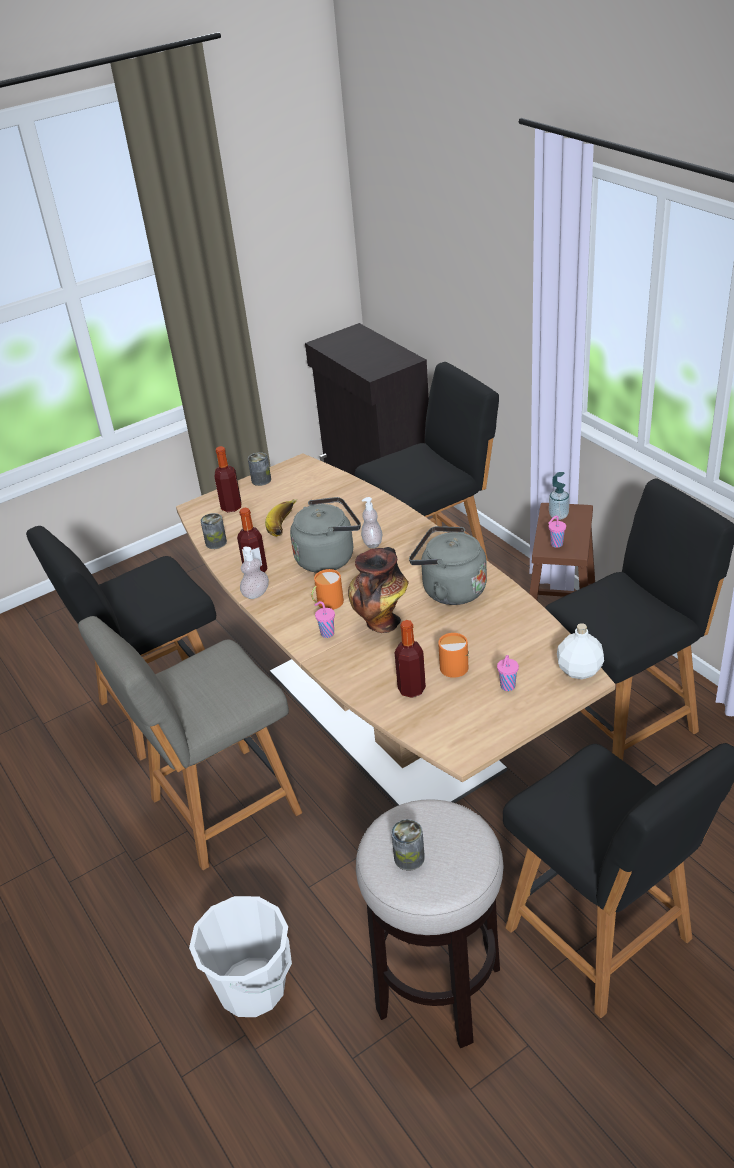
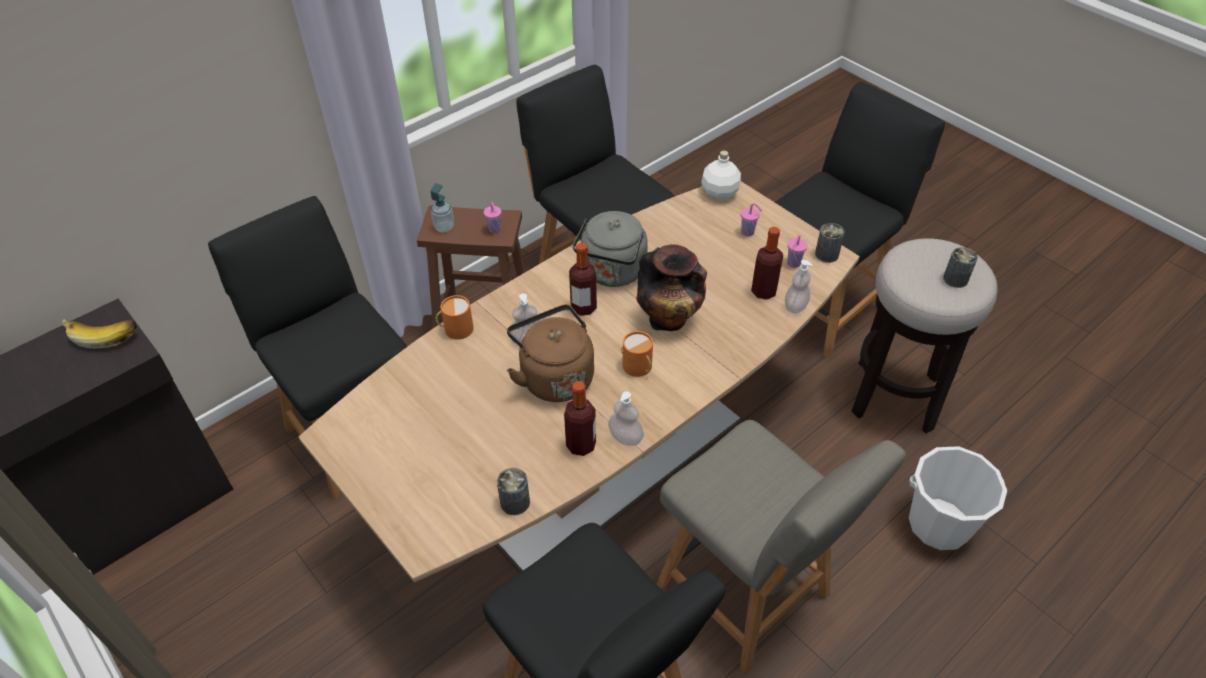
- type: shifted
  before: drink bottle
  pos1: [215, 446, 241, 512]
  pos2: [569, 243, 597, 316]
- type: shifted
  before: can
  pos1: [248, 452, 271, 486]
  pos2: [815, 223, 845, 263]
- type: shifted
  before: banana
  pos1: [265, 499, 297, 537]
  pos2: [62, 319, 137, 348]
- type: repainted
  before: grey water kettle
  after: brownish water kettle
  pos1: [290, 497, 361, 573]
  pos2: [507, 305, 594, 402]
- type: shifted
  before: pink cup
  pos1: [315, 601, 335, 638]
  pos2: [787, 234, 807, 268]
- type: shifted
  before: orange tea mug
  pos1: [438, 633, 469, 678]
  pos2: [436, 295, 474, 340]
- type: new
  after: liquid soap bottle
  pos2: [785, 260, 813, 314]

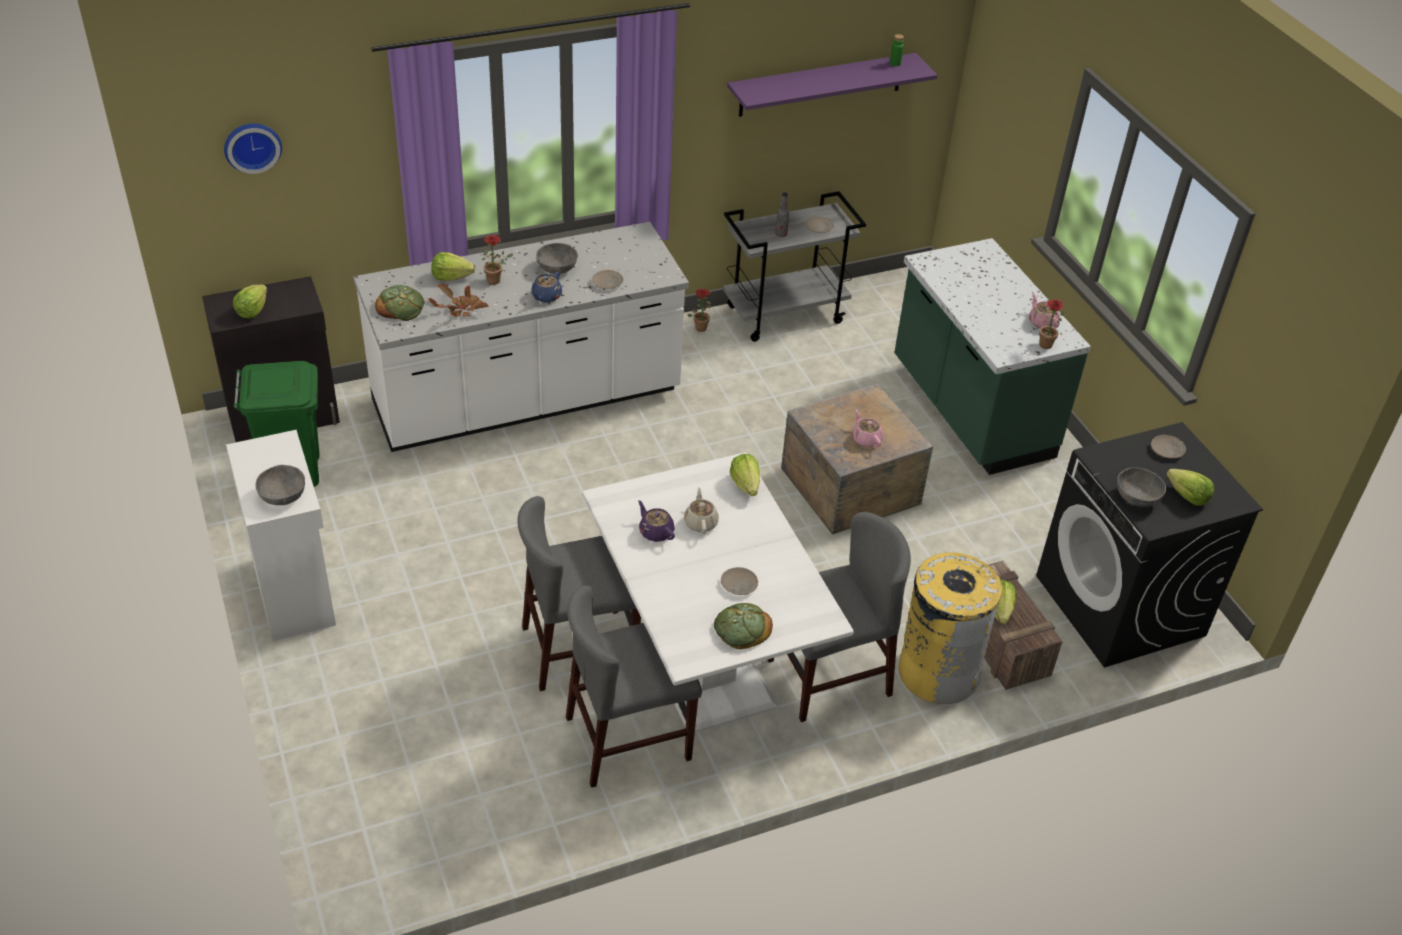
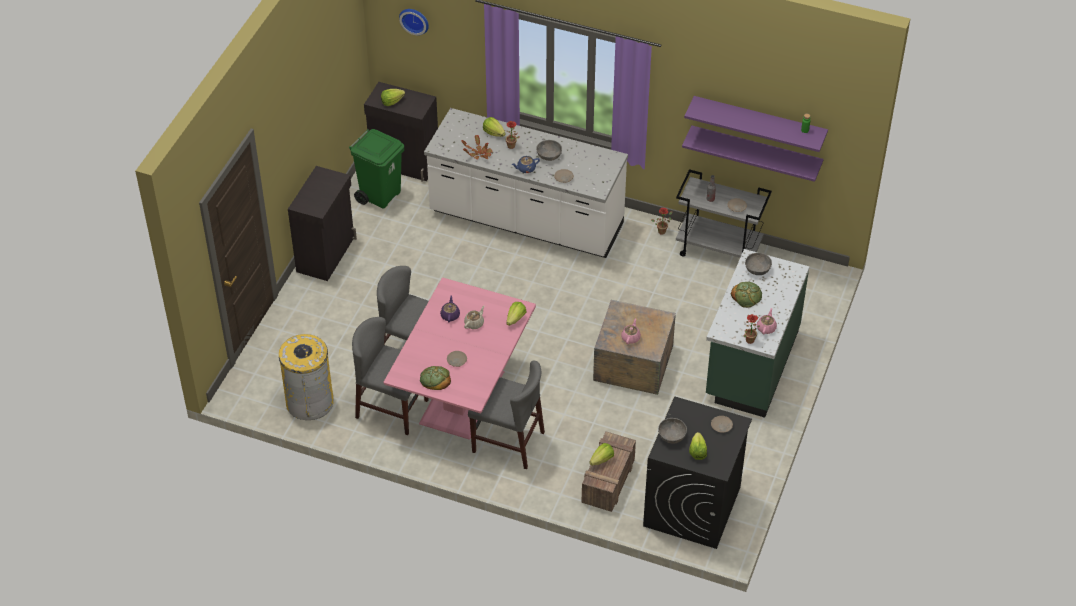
- type: repainted
  before: whitish cabinet
  after: black cabinet
  pos1: [226, 430, 336, 641]
  pos2: [288, 166, 357, 281]
- type: shifted
  before: grey deep dish
  pos1: [255, 465, 305, 505]
  pos2: [745, 253, 772, 275]
- type: shifted
  before: bread
  pos1: [375, 285, 425, 321]
  pos2: [731, 282, 762, 308]
- type: repainted
  before: whitish dinner table
  after: pink dinner table
  pos1: [583, 452, 854, 732]
  pos2: [384, 277, 536, 440]
- type: shifted
  before: yellowish waste bin
  pos1: [899, 553, 1002, 704]
  pos2: [279, 334, 334, 420]
- type: new
  after: purple shelf
  pos2: [682, 125, 824, 182]

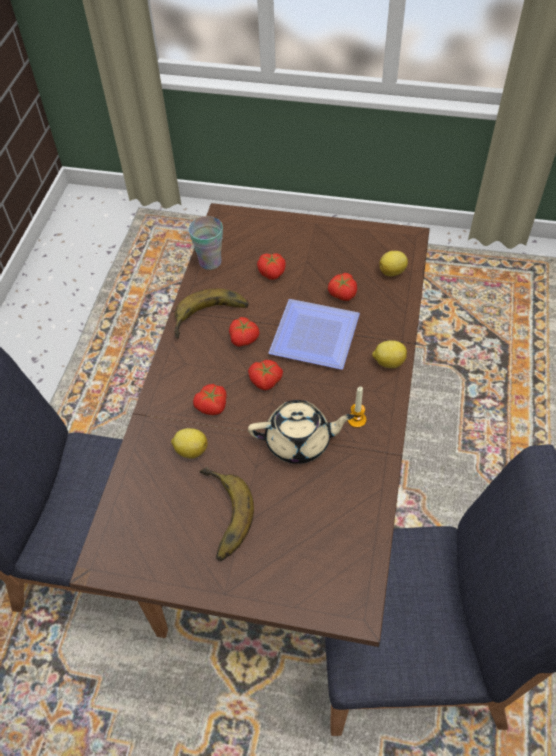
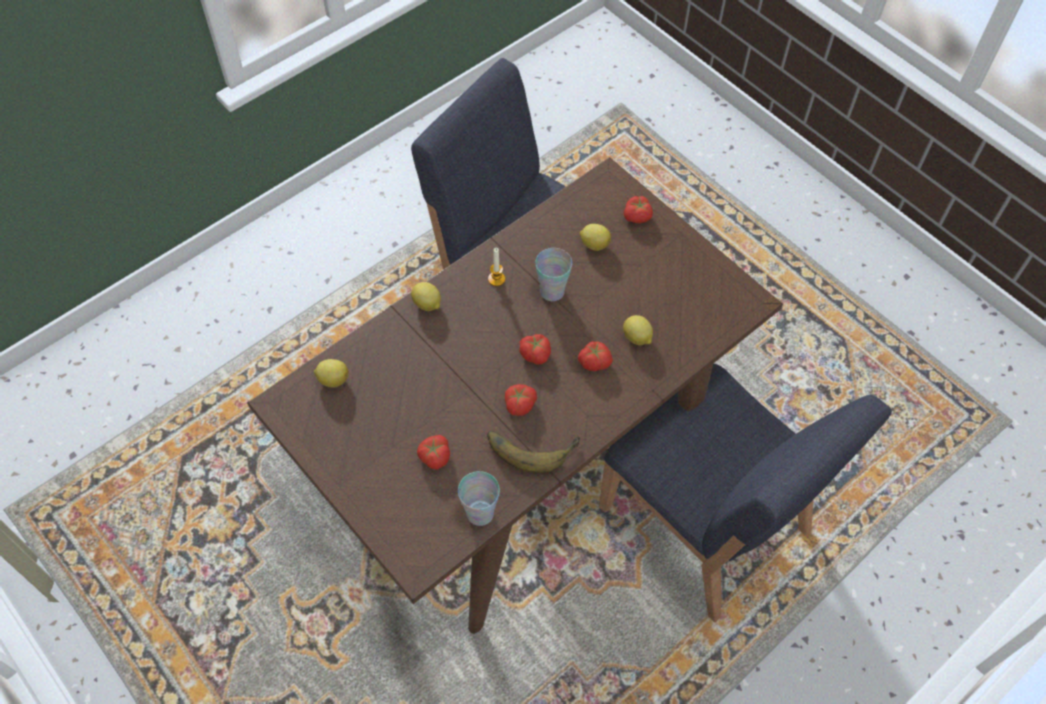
- type: gone
  before: banana
  pos1: [200, 467, 254, 561]
- type: swapped
  before: sand-coloured tea pot
  after: cup
  pos1: [248, 400, 355, 464]
  pos2: [535, 248, 572, 301]
- type: gone
  before: dinner plate
  pos1: [269, 299, 360, 370]
- type: shifted
  before: tomato
  pos1: [328, 273, 357, 301]
  pos2: [623, 196, 653, 223]
- type: new
  after: citrus fruit
  pos2: [580, 224, 611, 251]

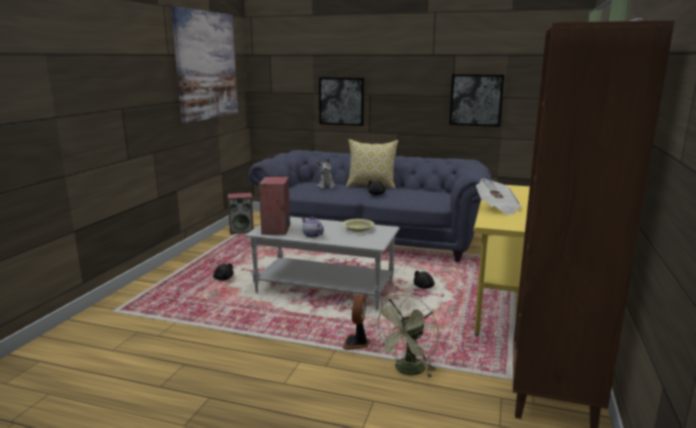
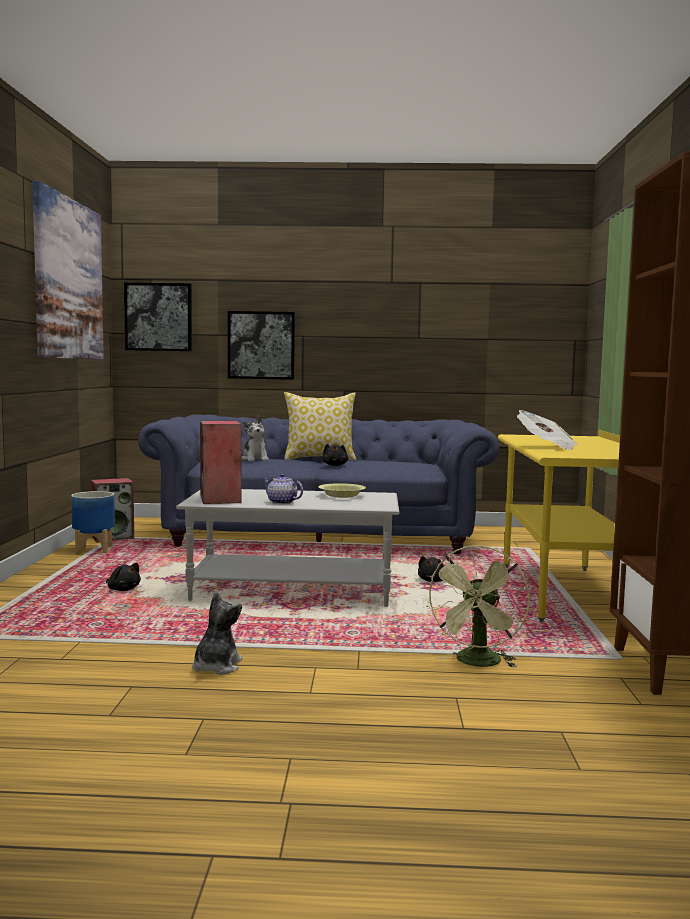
- type: gone
  before: electric fan
  pos1: [342, 295, 370, 350]
- type: shifted
  before: wall art
  pos1: [449, 74, 504, 127]
  pos2: [124, 283, 192, 351]
- type: new
  after: flower pot
  pos2: [71, 491, 115, 555]
- type: new
  after: cuddly toy
  pos2: [192, 592, 242, 675]

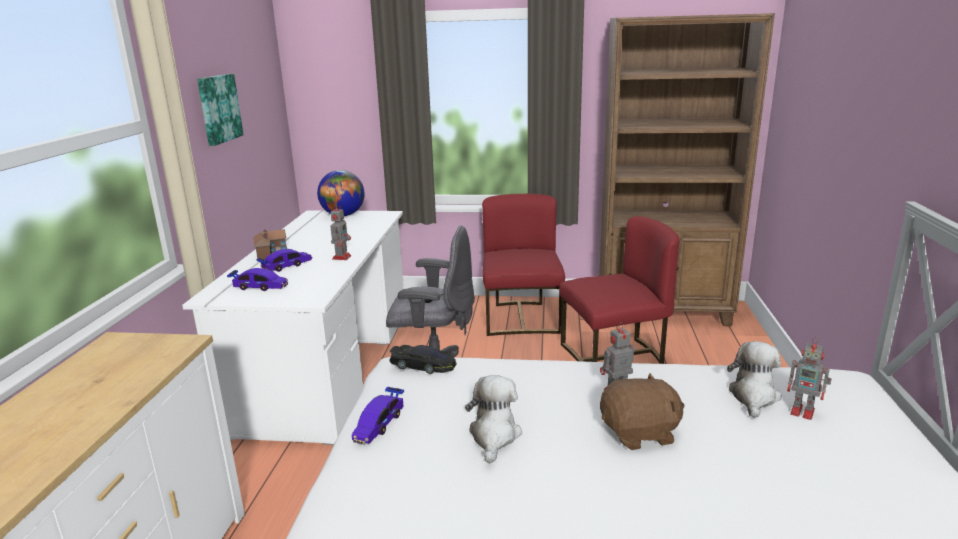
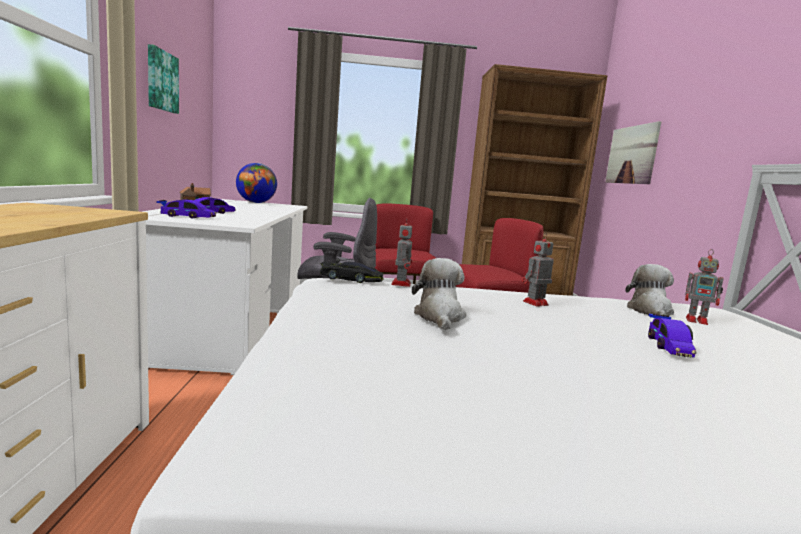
- type: shifted
  before: robot figure
  pos1: [330, 204, 351, 260]
  pos2: [391, 220, 412, 287]
- type: shifted
  before: toy car
  pos1: [352, 387, 404, 444]
  pos2: [648, 314, 697, 358]
- type: gone
  before: brownish cuddly toy
  pos1: [600, 373, 685, 450]
- type: new
  after: wall art
  pos2: [605, 121, 661, 184]

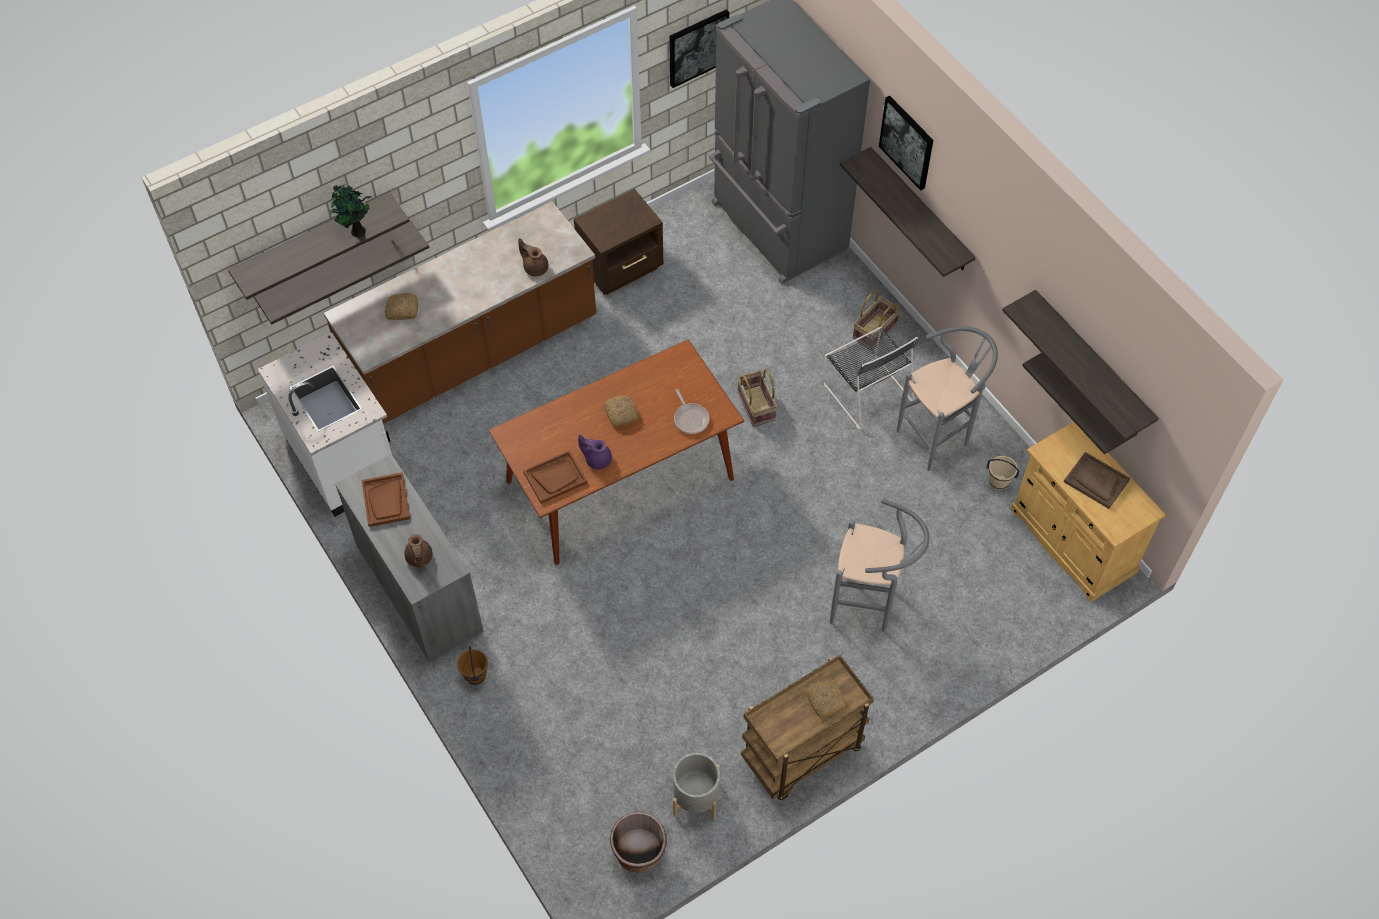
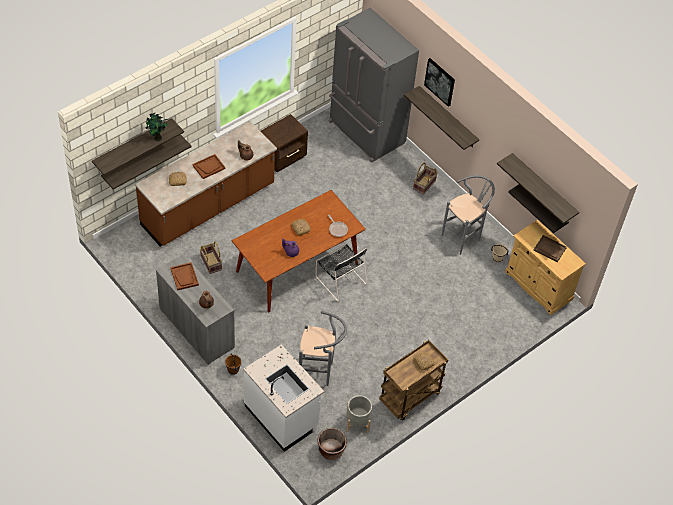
- type: shifted
  before: whitish kitchen counter
  pos1: [258, 332, 392, 517]
  pos2: [243, 344, 324, 452]
- type: shifted
  before: brownish carrying tray
  pos1: [523, 450, 587, 504]
  pos2: [193, 154, 226, 179]
- type: gone
  before: wall art
  pos1: [669, 9, 729, 88]
- type: shifted
  before: storage basket
  pos1: [737, 369, 777, 427]
  pos2: [200, 242, 222, 274]
- type: shifted
  before: black chair
  pos1: [823, 327, 918, 430]
  pos2: [316, 244, 367, 301]
- type: shifted
  before: grey stool
  pos1: [830, 499, 930, 632]
  pos2: [299, 311, 347, 386]

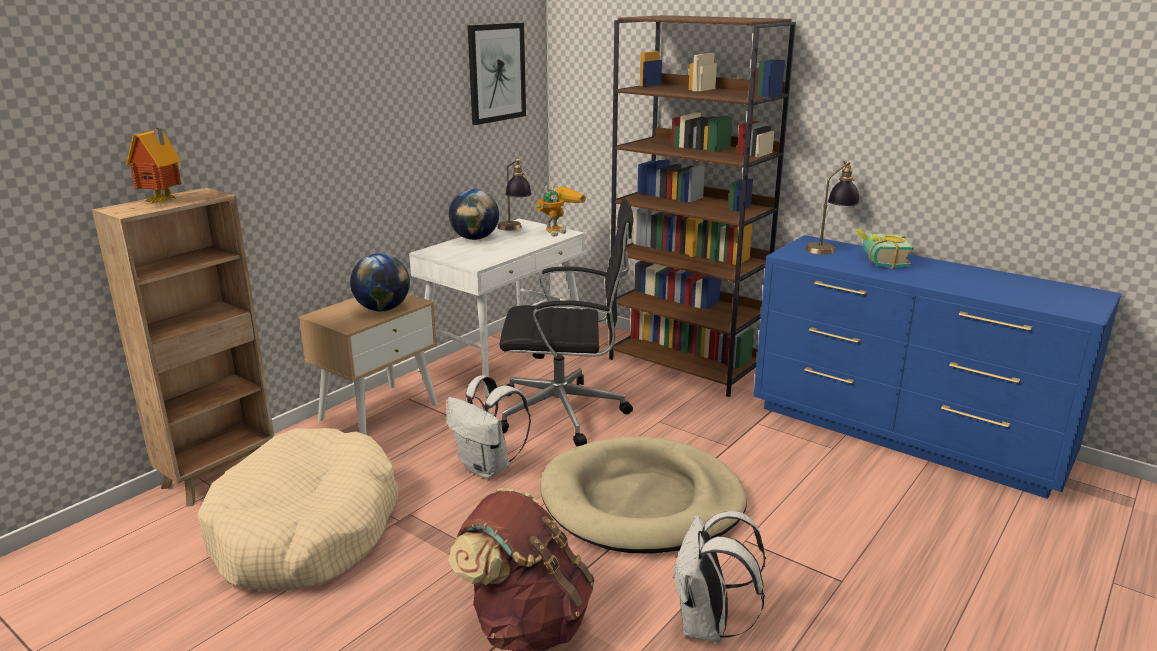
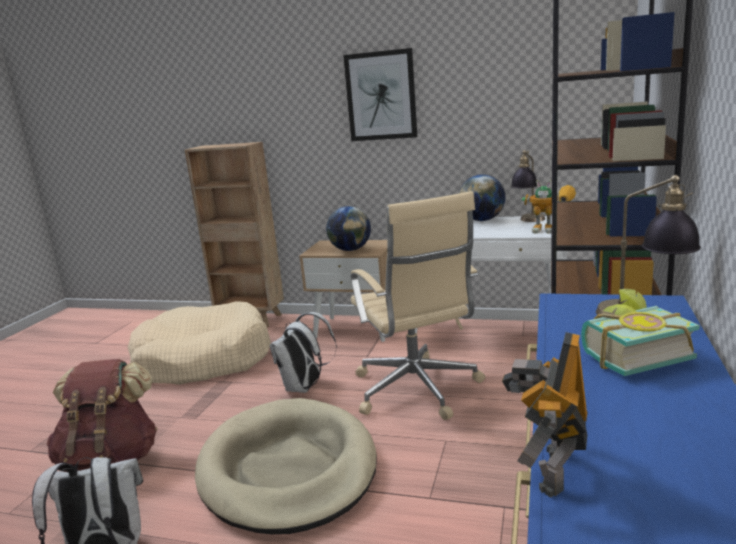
- type: gone
  before: model house
  pos1: [126, 128, 181, 203]
- type: shifted
  before: wall art
  pos1: [468, 23, 526, 125]
  pos2: [343, 48, 417, 141]
- type: repainted
  before: black desk chair
  after: sand-coloured desk chair
  pos1: [499, 199, 633, 447]
  pos2: [351, 191, 485, 420]
- type: new
  after: robot figure
  pos2: [502, 332, 588, 498]

